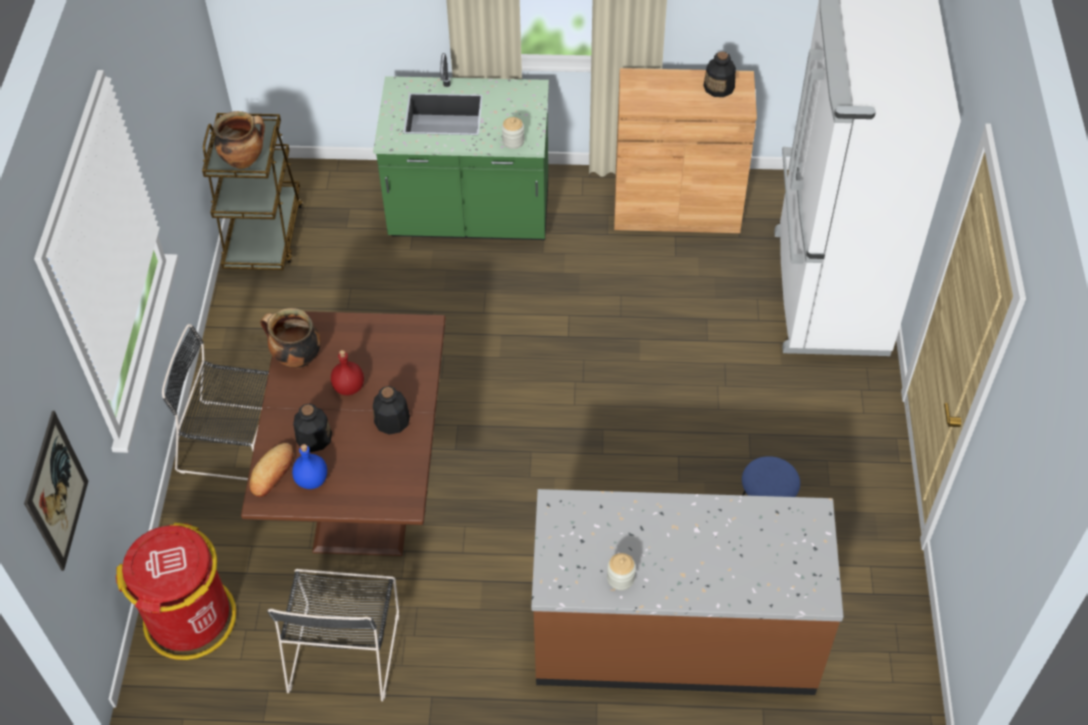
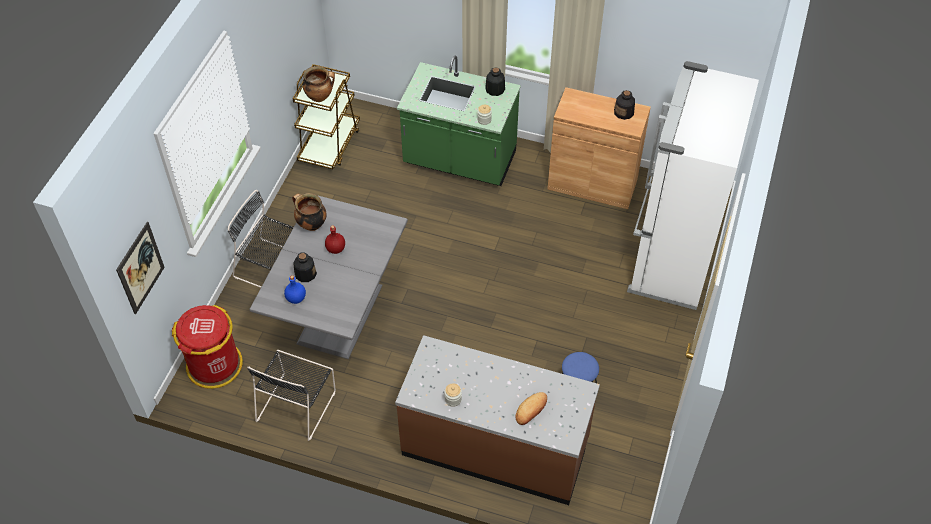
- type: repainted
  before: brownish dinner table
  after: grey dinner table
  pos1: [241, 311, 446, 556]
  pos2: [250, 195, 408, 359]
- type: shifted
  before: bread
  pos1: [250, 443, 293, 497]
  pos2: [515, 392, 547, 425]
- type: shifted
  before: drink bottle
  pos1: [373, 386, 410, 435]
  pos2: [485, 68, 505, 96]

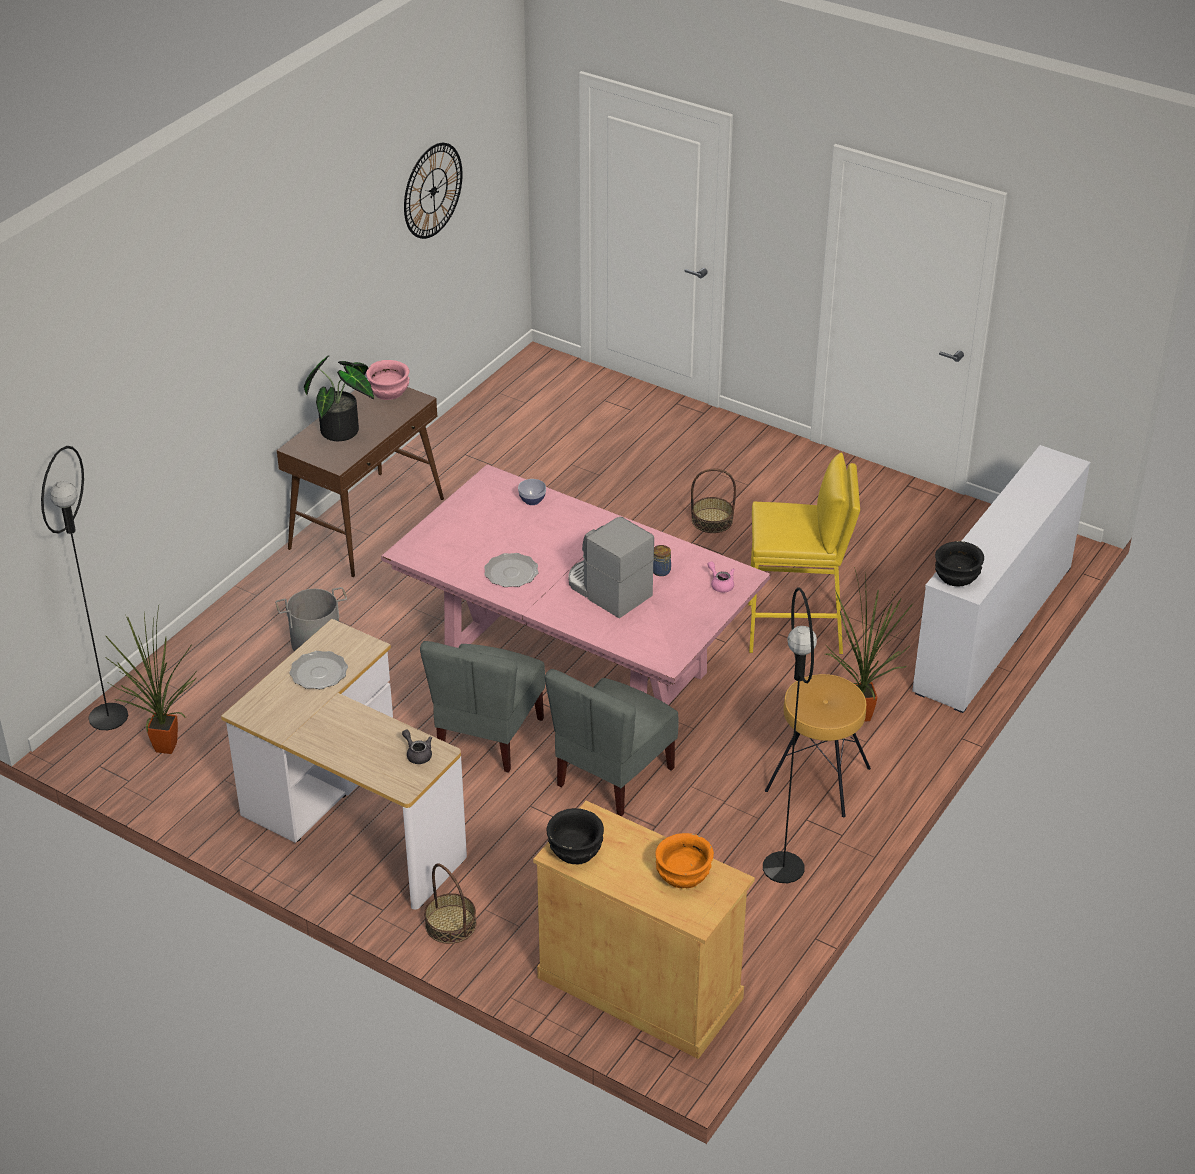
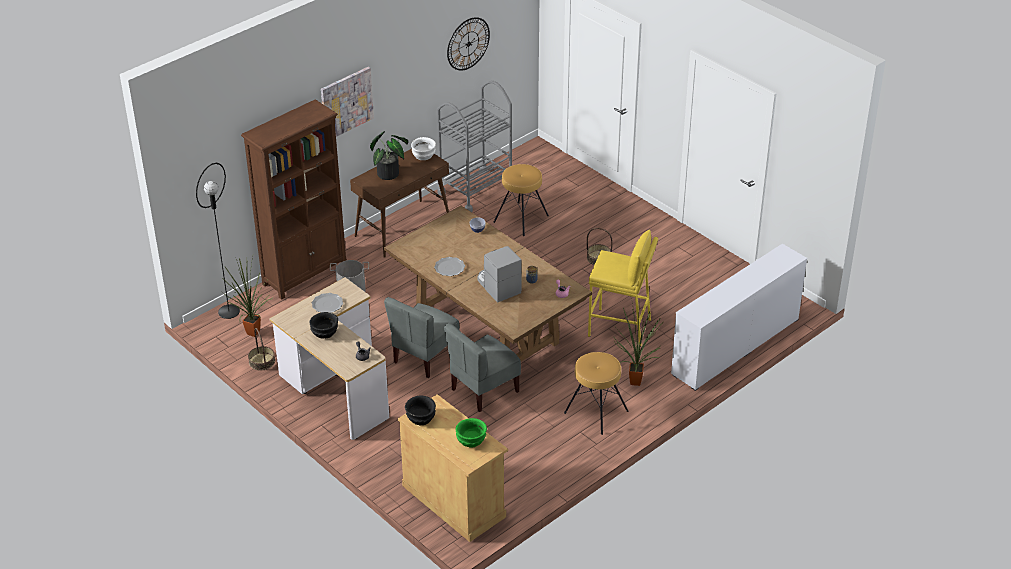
- type: repainted
  before: pink deep dish
  after: whitish deep dish
  pos1: [366, 360, 410, 400]
  pos2: [411, 137, 436, 160]
- type: repainted
  before: pink dinner table
  after: brownish dinner table
  pos1: [381, 464, 770, 705]
  pos2: [384, 206, 592, 361]
- type: shifted
  before: storage basket
  pos1: [424, 864, 476, 944]
  pos2: [248, 328, 275, 371]
- type: repainted
  before: orange deep dish
  after: green deep dish
  pos1: [655, 833, 714, 888]
  pos2: [456, 418, 487, 448]
- type: gone
  before: black standard lamp
  pos1: [763, 587, 817, 883]
- type: shifted
  before: black deep dish
  pos1: [935, 541, 984, 586]
  pos2: [309, 312, 338, 339]
- type: new
  after: brownish bookcase
  pos2: [241, 99, 347, 300]
- type: new
  after: wall art
  pos2: [321, 67, 374, 137]
- type: new
  after: grey cart
  pos2: [437, 81, 512, 212]
- type: new
  after: brownish stool
  pos2: [494, 164, 549, 236]

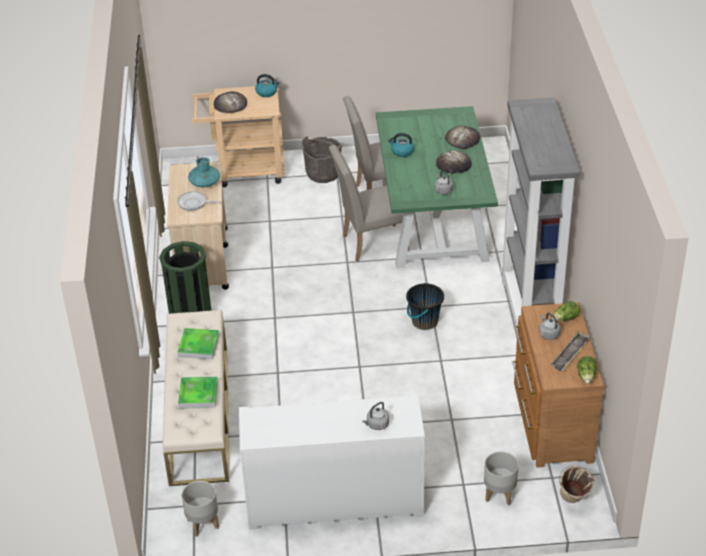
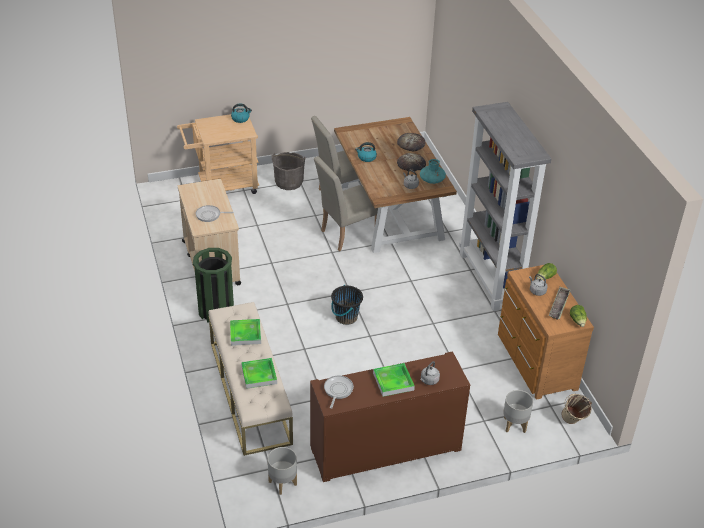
- type: shifted
  before: turquoise vase
  pos1: [188, 157, 220, 187]
  pos2: [420, 159, 446, 184]
- type: gone
  before: bread
  pos1: [214, 92, 247, 113]
- type: repainted
  before: whitish cabinet
  after: brownish cabinet
  pos1: [239, 394, 425, 529]
  pos2: [310, 351, 470, 482]
- type: repainted
  before: green dinner table
  after: brownish dinner table
  pos1: [376, 106, 498, 268]
  pos2: [334, 117, 457, 253]
- type: shifted
  before: black bucket
  pos1: [406, 282, 444, 330]
  pos2: [331, 285, 363, 325]
- type: new
  after: frying pan
  pos2: [324, 375, 354, 409]
- type: new
  after: carrying tray
  pos2: [373, 363, 415, 397]

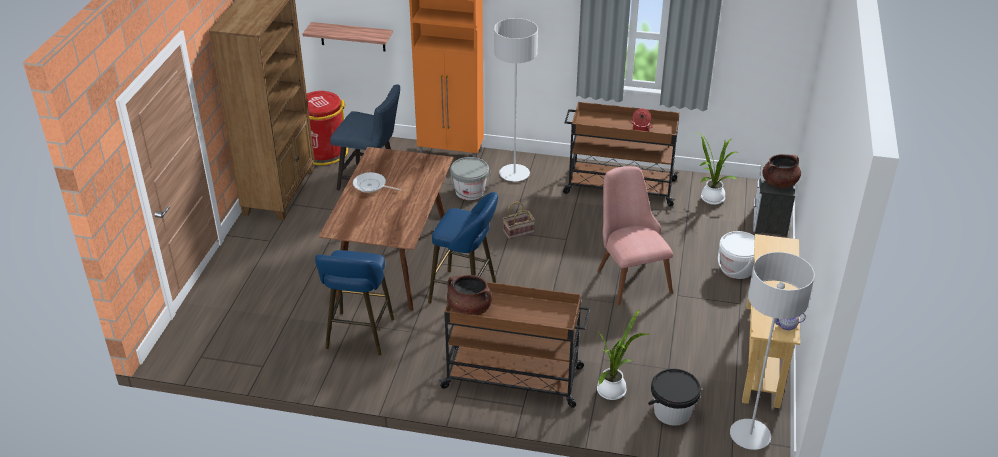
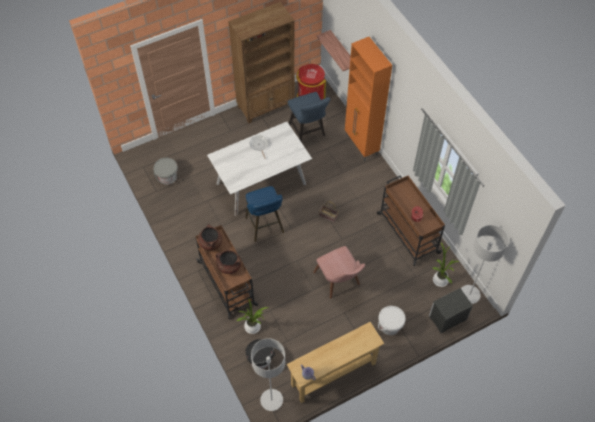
- type: gone
  before: blue stool
  pos1: [315, 250, 394, 356]
- type: repainted
  before: brownish dinner table
  after: whitish dinner table
  pos1: [318, 147, 454, 311]
  pos2: [207, 122, 312, 216]
- type: shifted
  before: grey bucket
  pos1: [450, 157, 491, 200]
  pos2: [154, 158, 178, 185]
- type: shifted
  before: grey standard lamp
  pos1: [494, 18, 538, 182]
  pos2: [461, 225, 509, 304]
- type: rotated
  before: pink chair
  pos1: [598, 166, 673, 305]
  pos2: [313, 246, 365, 299]
  turn: 120
- type: shifted
  before: brownish cooking pot
  pos1: [763, 154, 801, 188]
  pos2: [216, 250, 242, 274]

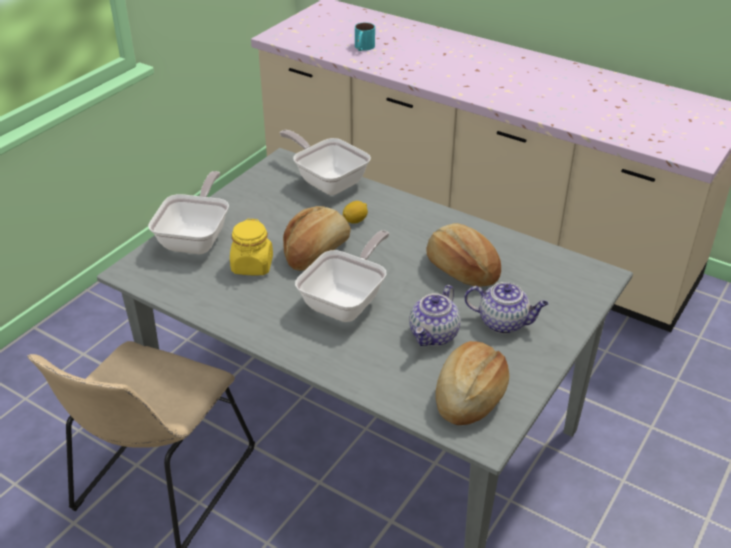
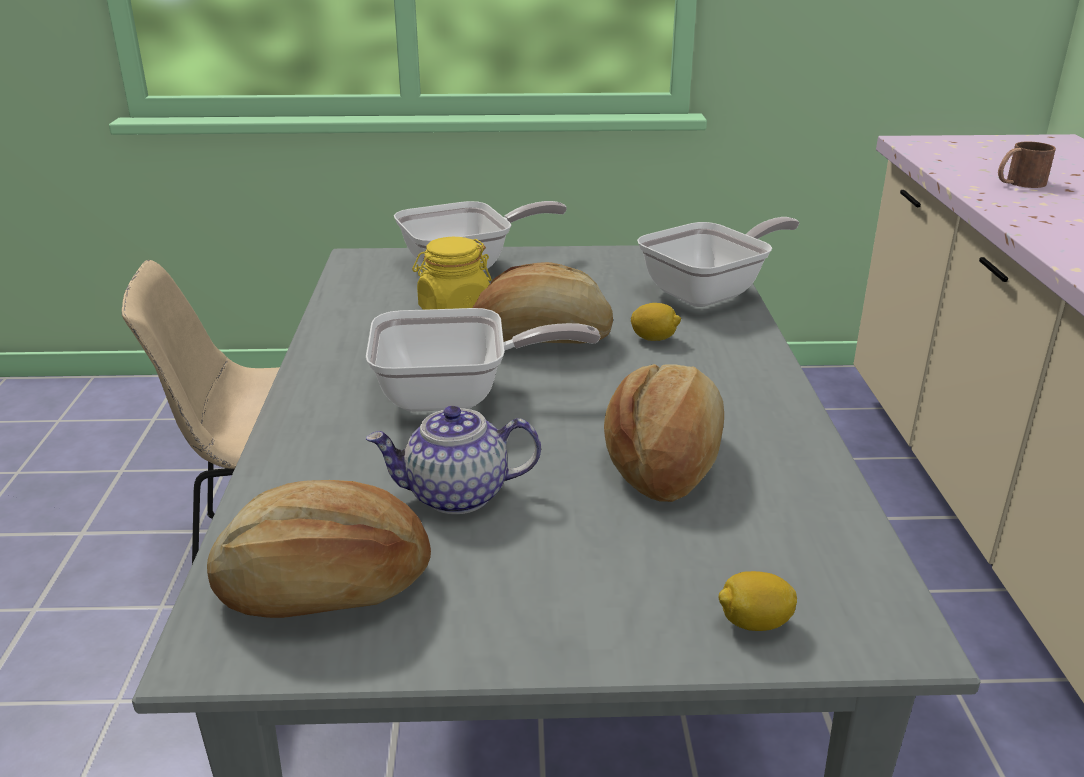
- type: rotated
  before: frying pan
  pos1: [280, 130, 371, 195]
  pos2: [637, 217, 800, 307]
  turn: 45
- type: repainted
  before: turquoise tea mug
  after: brownish tea mug
  pos1: [355, 23, 375, 51]
  pos2: [998, 142, 1056, 188]
- type: gone
  before: tea pot
  pos1: [464, 282, 548, 334]
- type: new
  after: citrus fruit
  pos2: [719, 571, 797, 631]

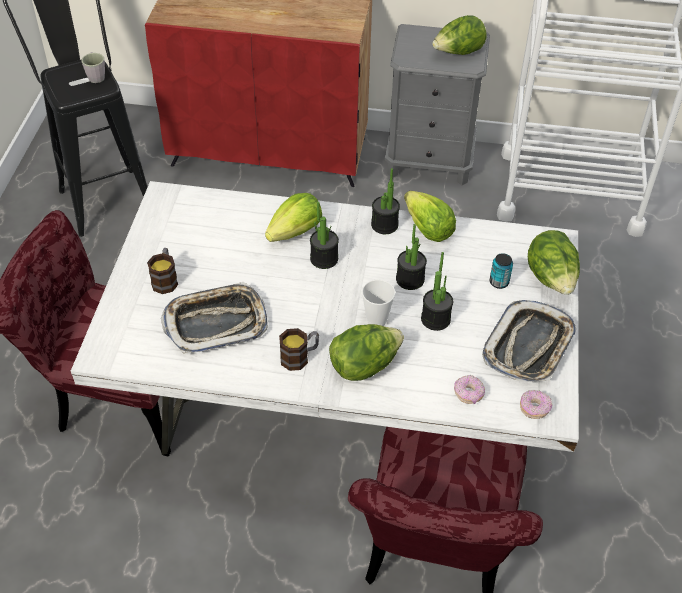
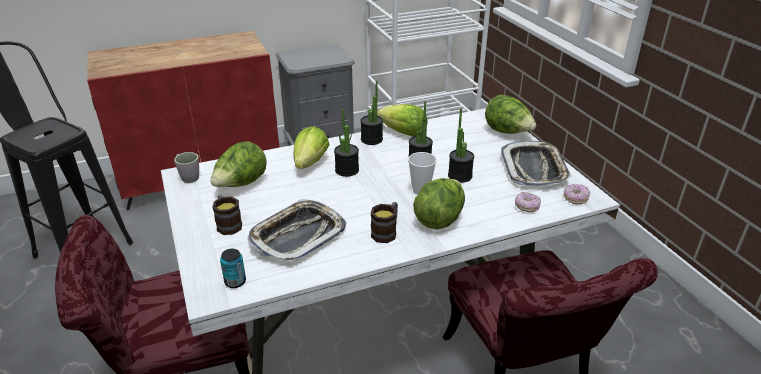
- type: shifted
  before: grey tea mug
  pos1: [81, 52, 105, 83]
  pos2: [174, 152, 199, 183]
- type: shifted
  before: lettuce head
  pos1: [432, 15, 486, 55]
  pos2: [211, 141, 267, 187]
- type: shifted
  before: can
  pos1: [490, 253, 513, 289]
  pos2: [220, 249, 246, 288]

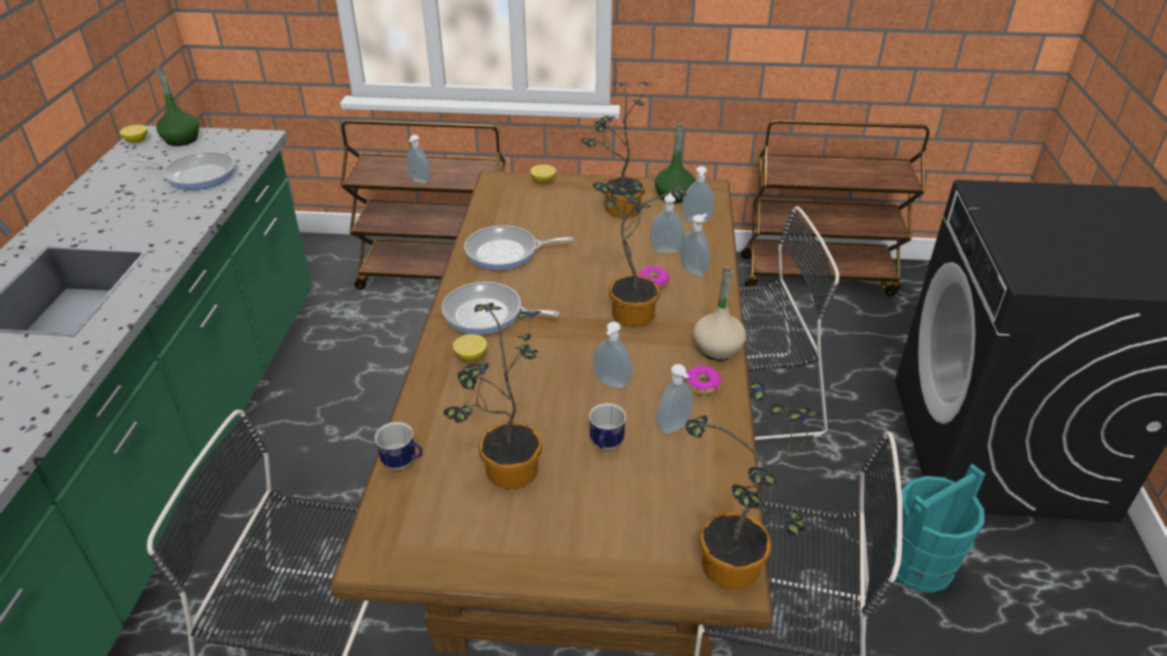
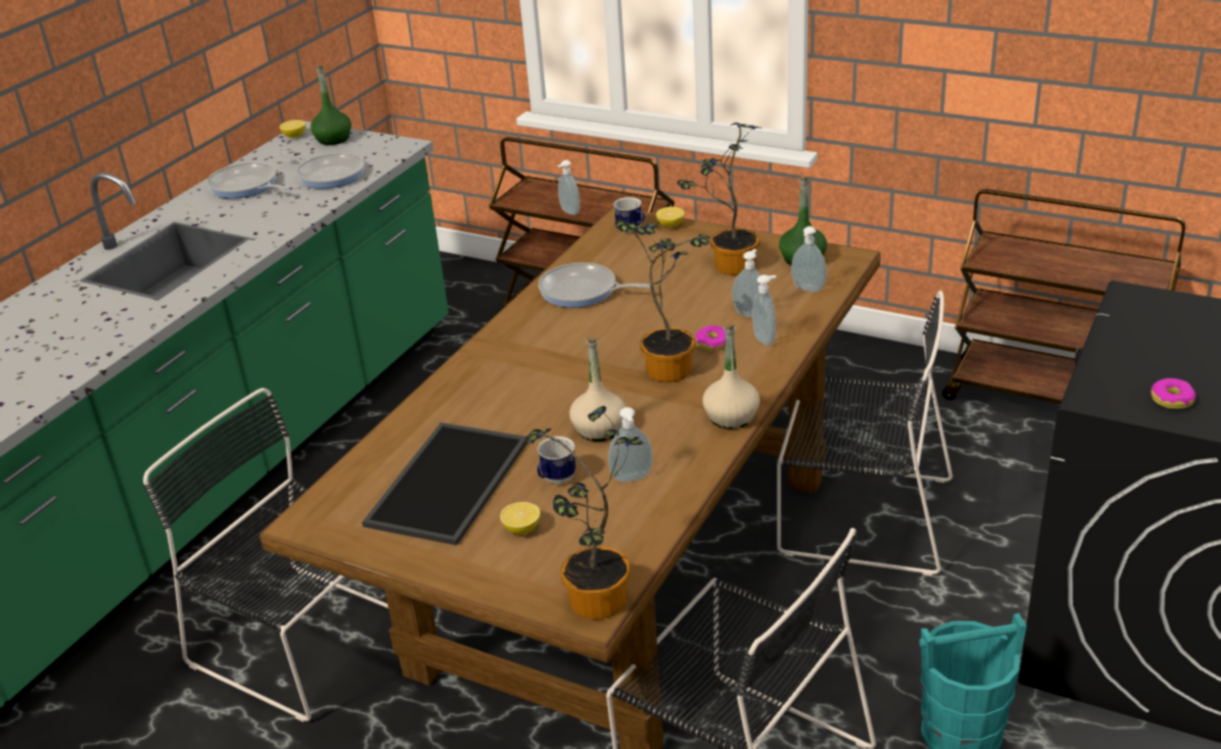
- type: shifted
  before: tea mug
  pos1: [375, 422, 422, 470]
  pos2: [613, 197, 645, 233]
- type: shifted
  before: frying pan
  pos1: [442, 282, 559, 335]
  pos2: [206, 162, 289, 198]
- type: swapped
  before: plant in a pot
  after: carrying tray
  pos1: [443, 303, 542, 489]
  pos2: [362, 422, 528, 545]
- type: shifted
  before: citrus fruit
  pos1: [453, 334, 487, 361]
  pos2: [500, 502, 540, 535]
- type: swapped
  before: liquid soap bottle
  after: sand-coloured drink bottle
  pos1: [593, 322, 632, 388]
  pos2: [569, 335, 626, 441]
- type: shifted
  before: donut
  pos1: [685, 366, 722, 395]
  pos2: [1150, 378, 1196, 409]

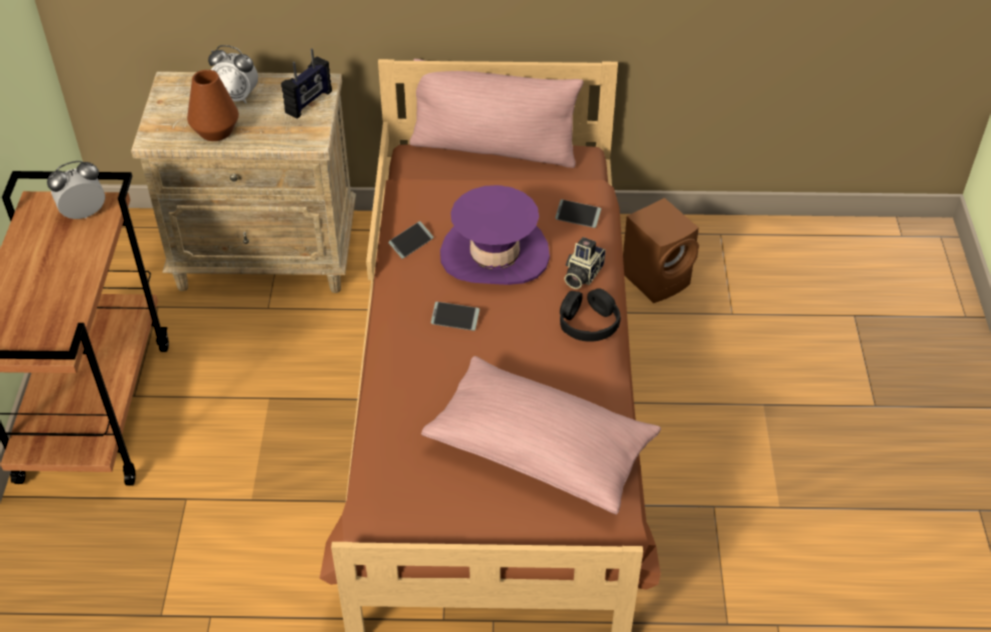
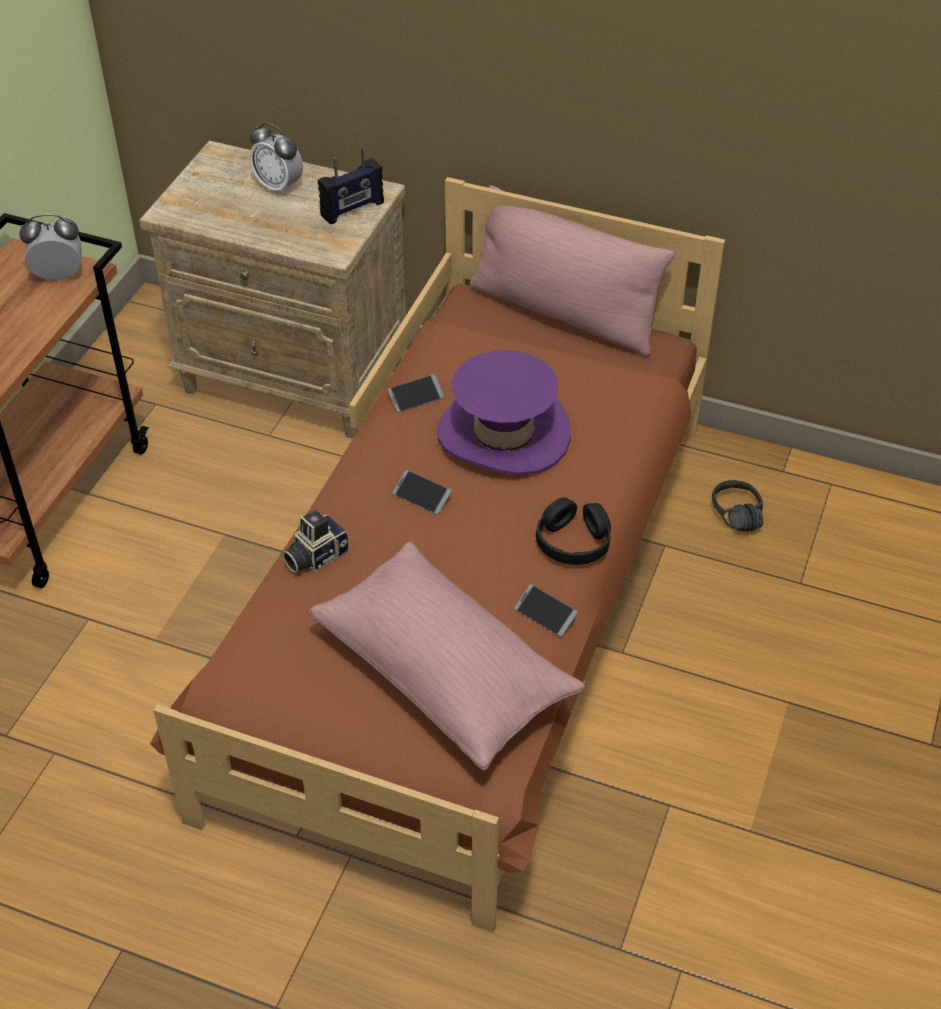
- type: gone
  before: brownish vase
  pos1: [187, 70, 239, 141]
- type: shifted
  before: handset
  pos1: [555, 199, 601, 228]
  pos2: [514, 584, 578, 637]
- type: shifted
  before: photo camera
  pos1: [564, 237, 606, 289]
  pos2: [282, 510, 349, 573]
- type: swapped
  before: brownish loudspeaker
  after: black pair of headphones
  pos1: [623, 198, 699, 303]
  pos2: [712, 480, 764, 532]

